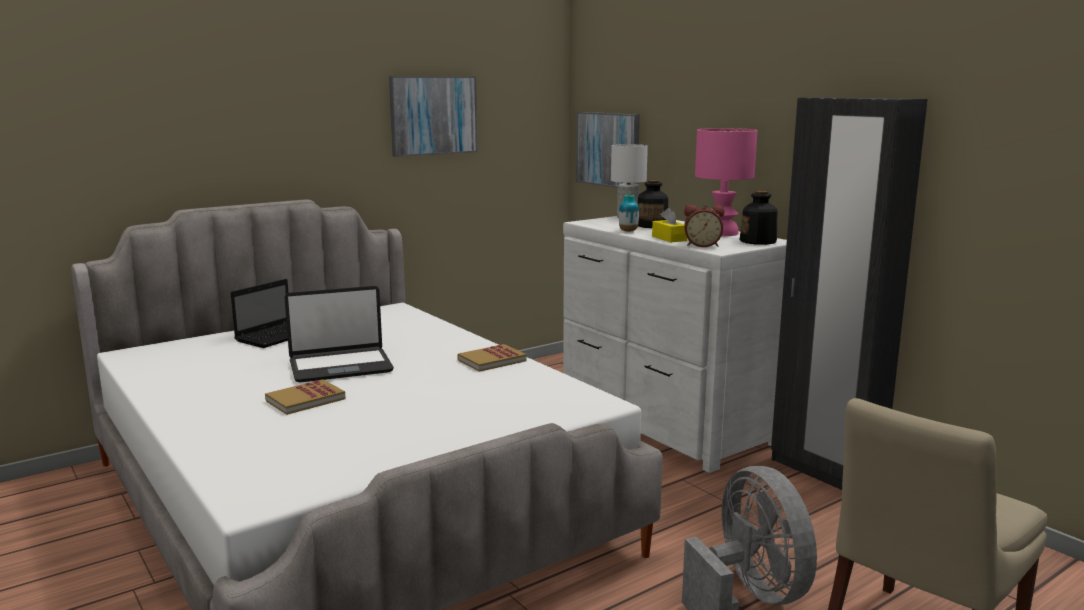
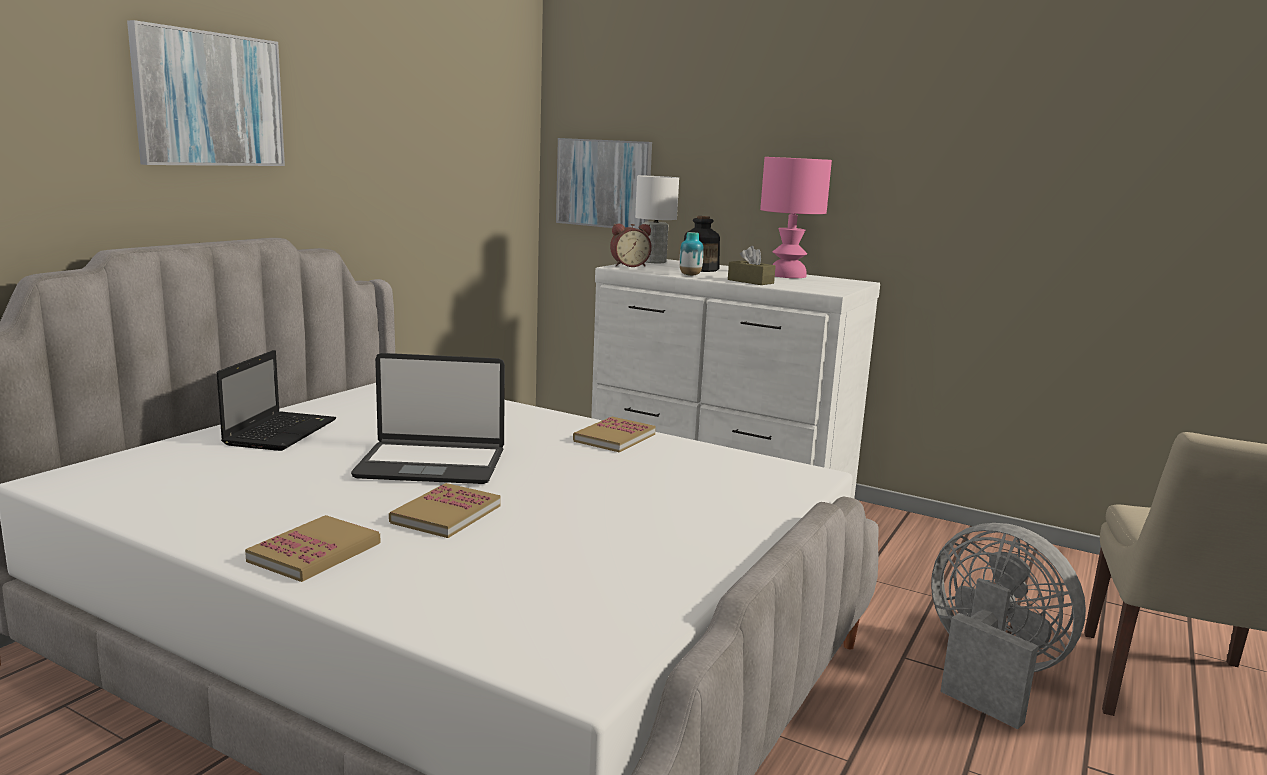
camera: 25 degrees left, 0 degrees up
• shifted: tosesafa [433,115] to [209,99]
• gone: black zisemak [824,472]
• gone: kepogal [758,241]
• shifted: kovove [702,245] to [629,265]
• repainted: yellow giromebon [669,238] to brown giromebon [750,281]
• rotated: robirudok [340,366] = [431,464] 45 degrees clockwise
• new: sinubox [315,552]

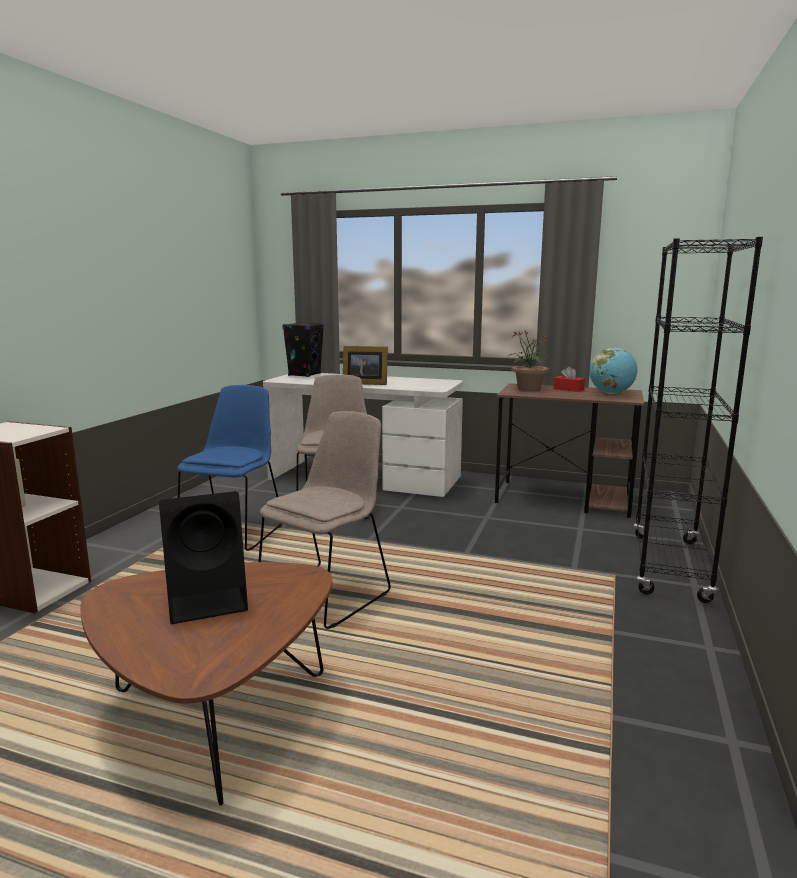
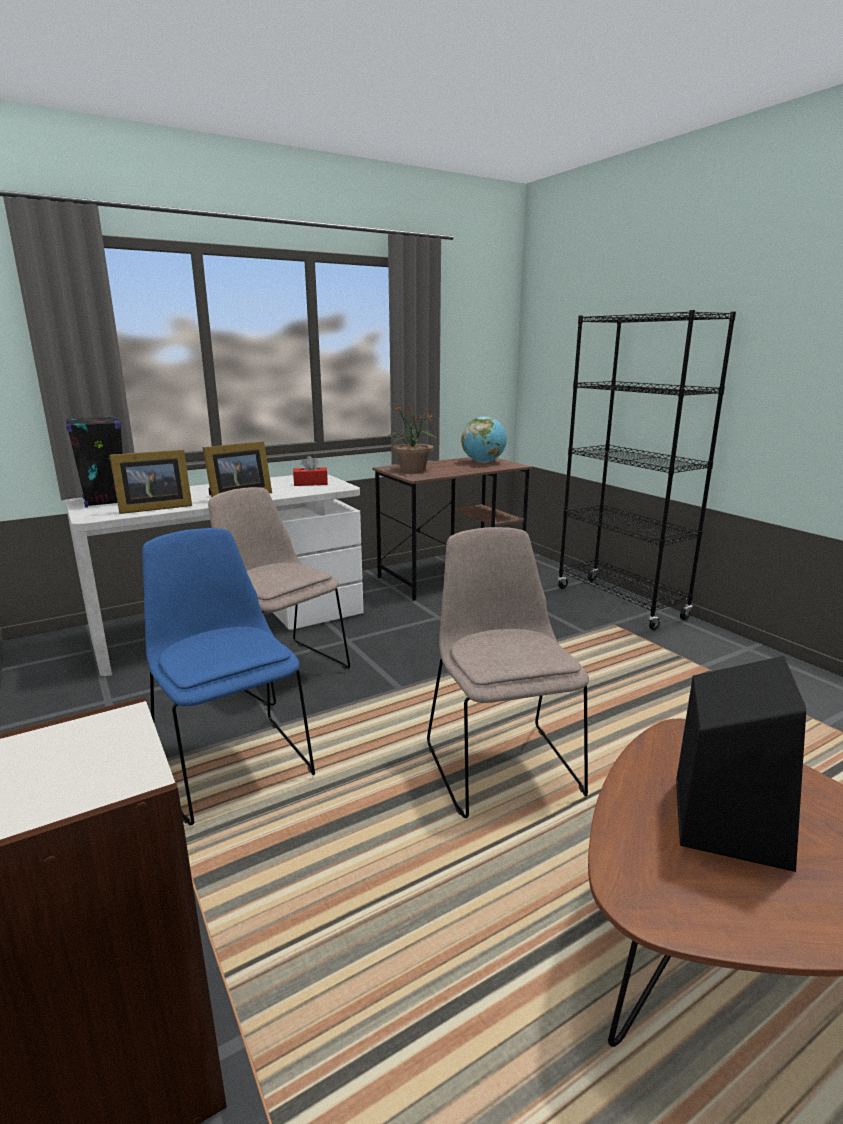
camera: 50 degrees left, 5 degrees up
• shifted: red giromebon [568,389] to [310,483]
• new: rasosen [153,508]

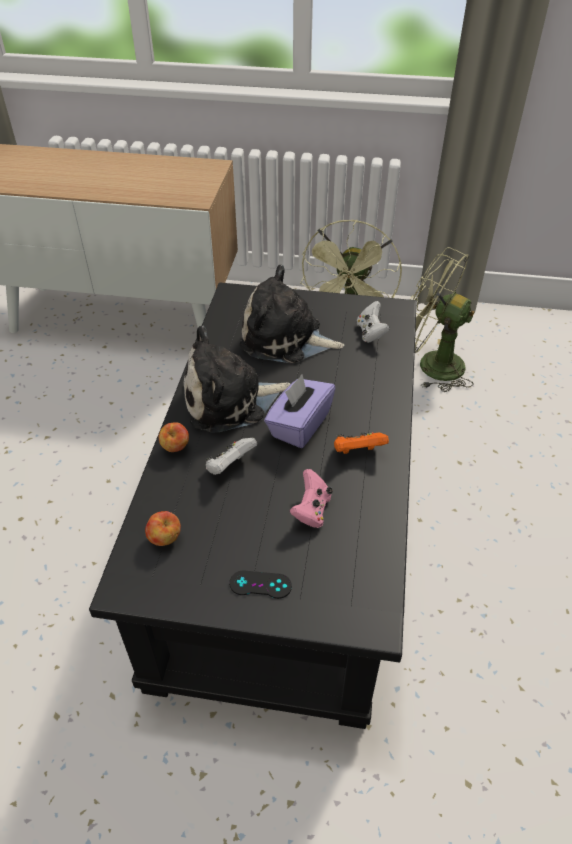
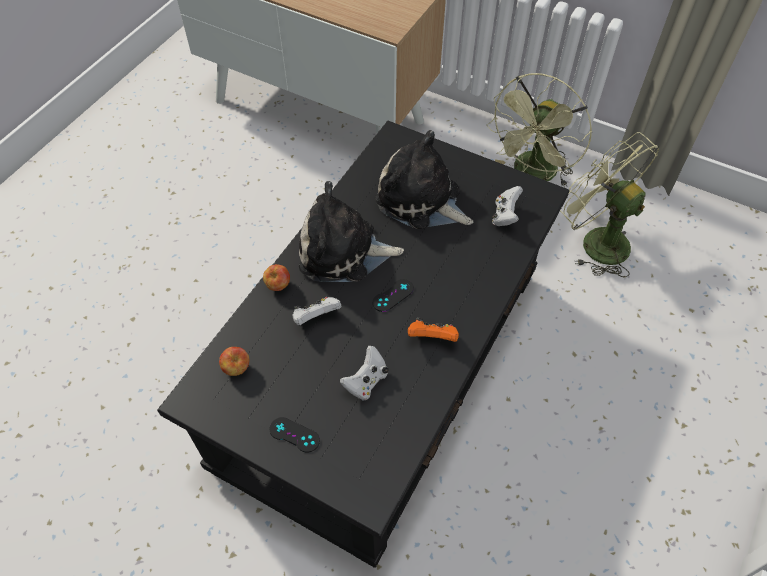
camera: 20 degrees right, 10 degrees up
• swapped: purple giromebon [299,425] to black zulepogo [393,295]
• repainted: pink zulepogo [311,510] to white zulepogo [366,381]

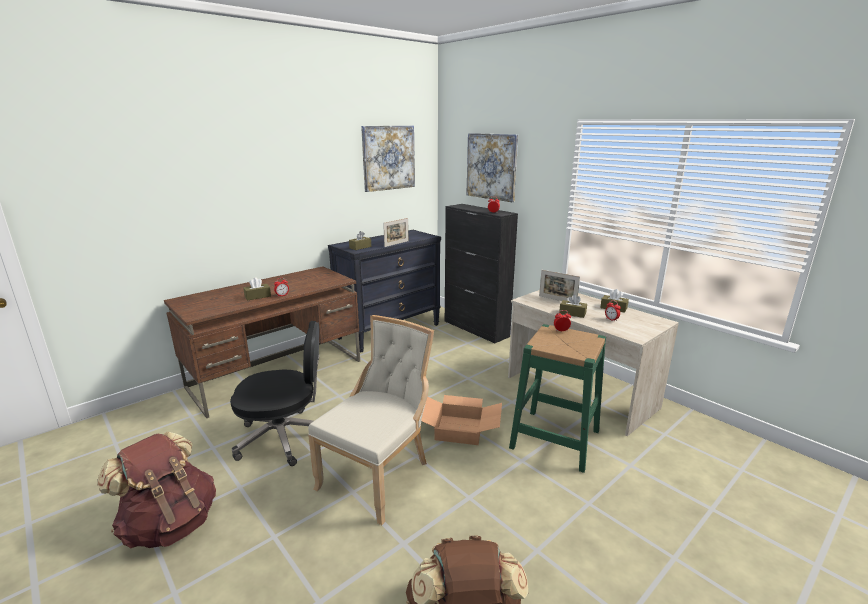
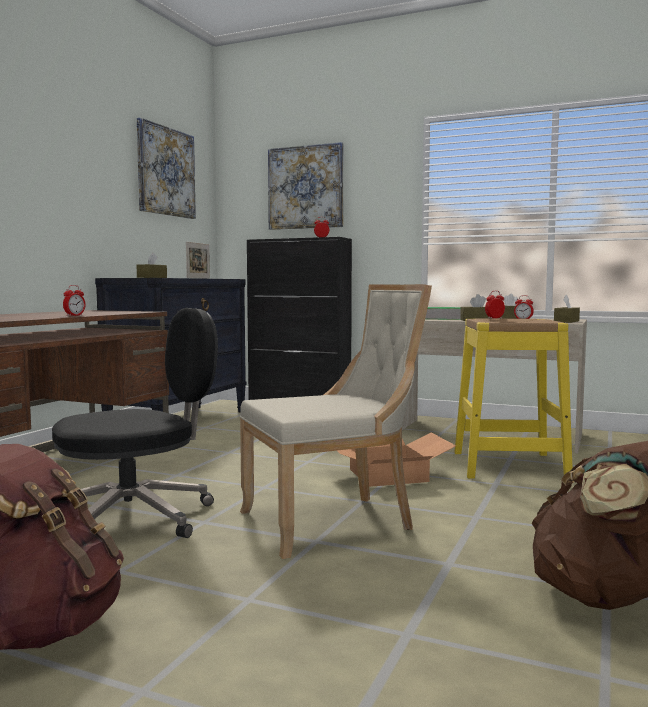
camera: 25 degrees left, 15 degrees down
• swapped: rasosen [557,300] to sinubox [442,318]
• shifted: brown giromebon [258,296] to [566,321]
• rotated: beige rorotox [379,475] = [333,522] 60 degrees clockwise
• repainted: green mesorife [555,439] to yellow mesorife [509,465]

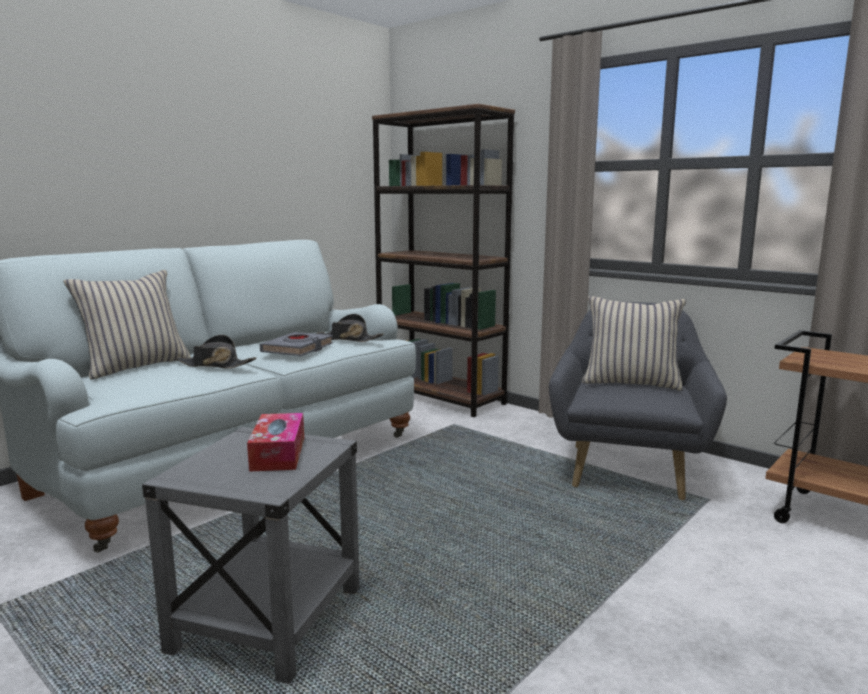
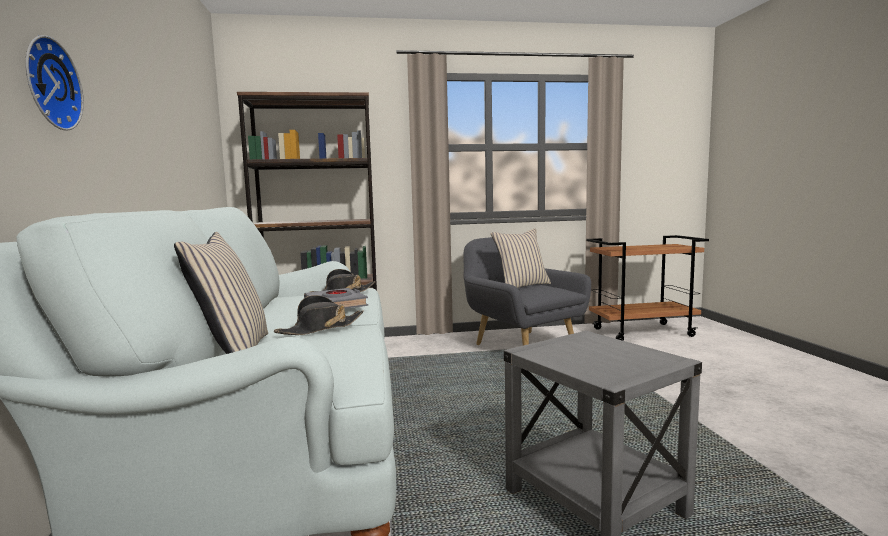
camera: 50 degrees left, 5 degrees down
• gone: giromebon [278,453]
• new: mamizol [48,84]

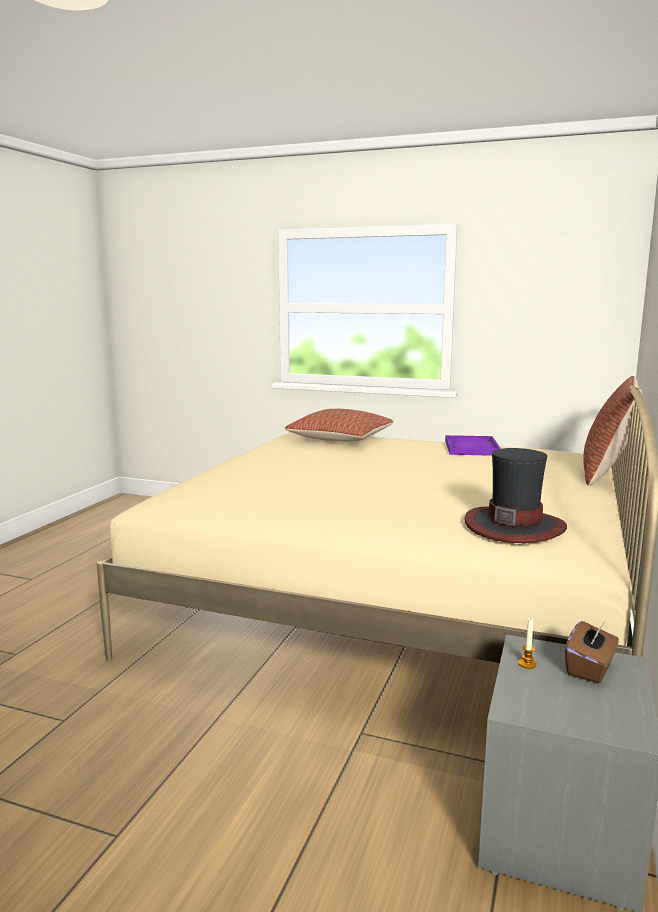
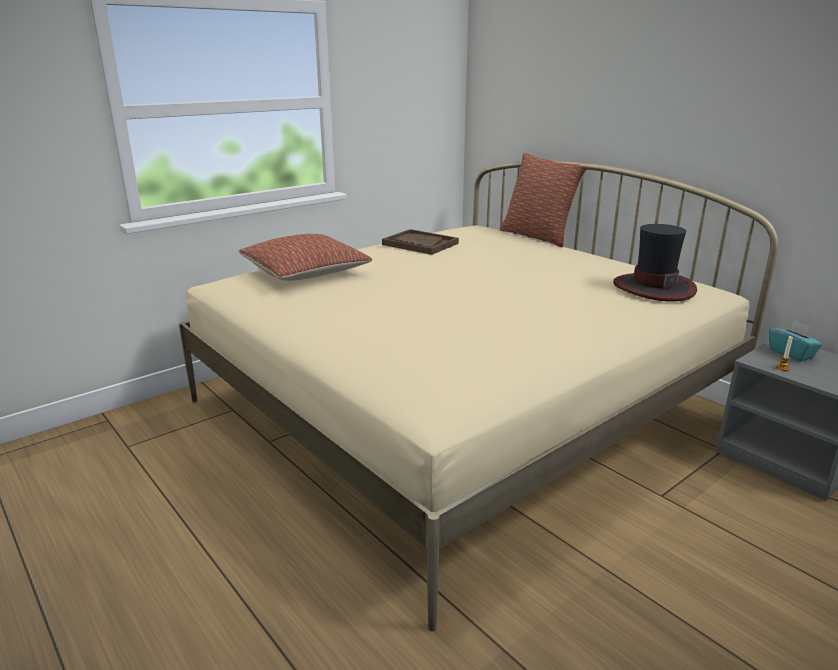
camera: 60 degrees left, 10 degrees up
• repainted: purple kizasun [471,448] to brown kizasun [420,244]
• repainted: brown giromebon [590,668] to turquoise giromebon [791,354]

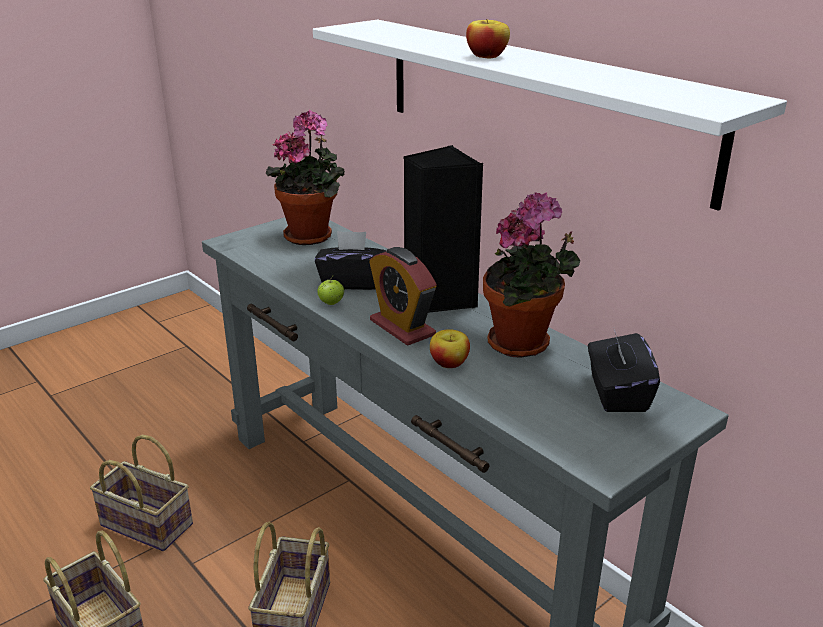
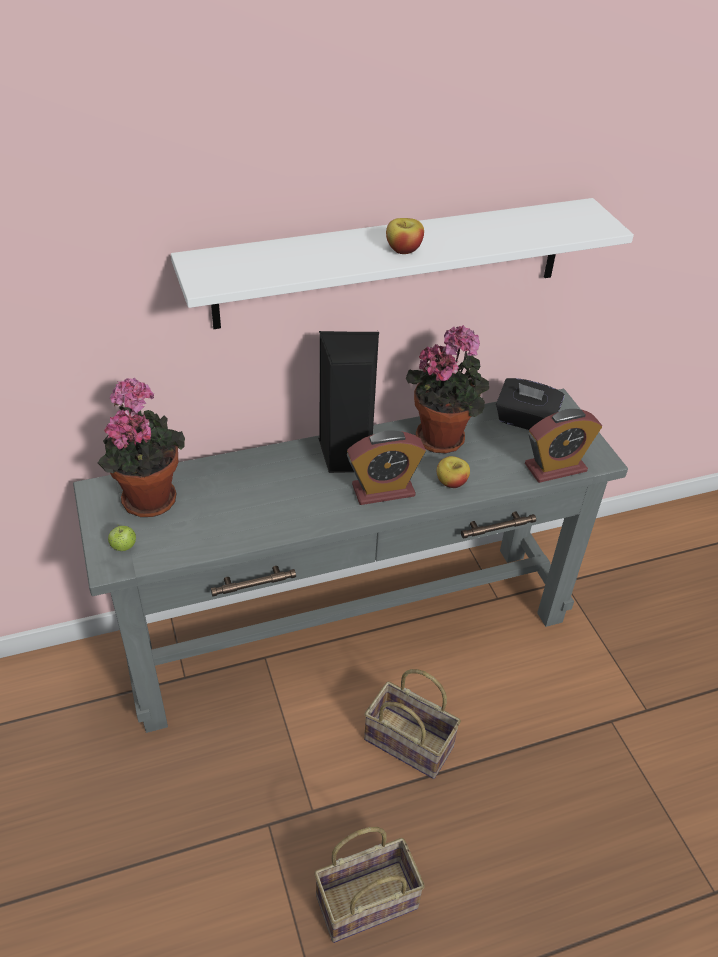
camera: 70 degrees left, 15 degrees up
• gone: black giromebon [352,282]
• shifted: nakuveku [331,303] to [124,547]
• gone: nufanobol [143,525]
• new: kovove [555,468]

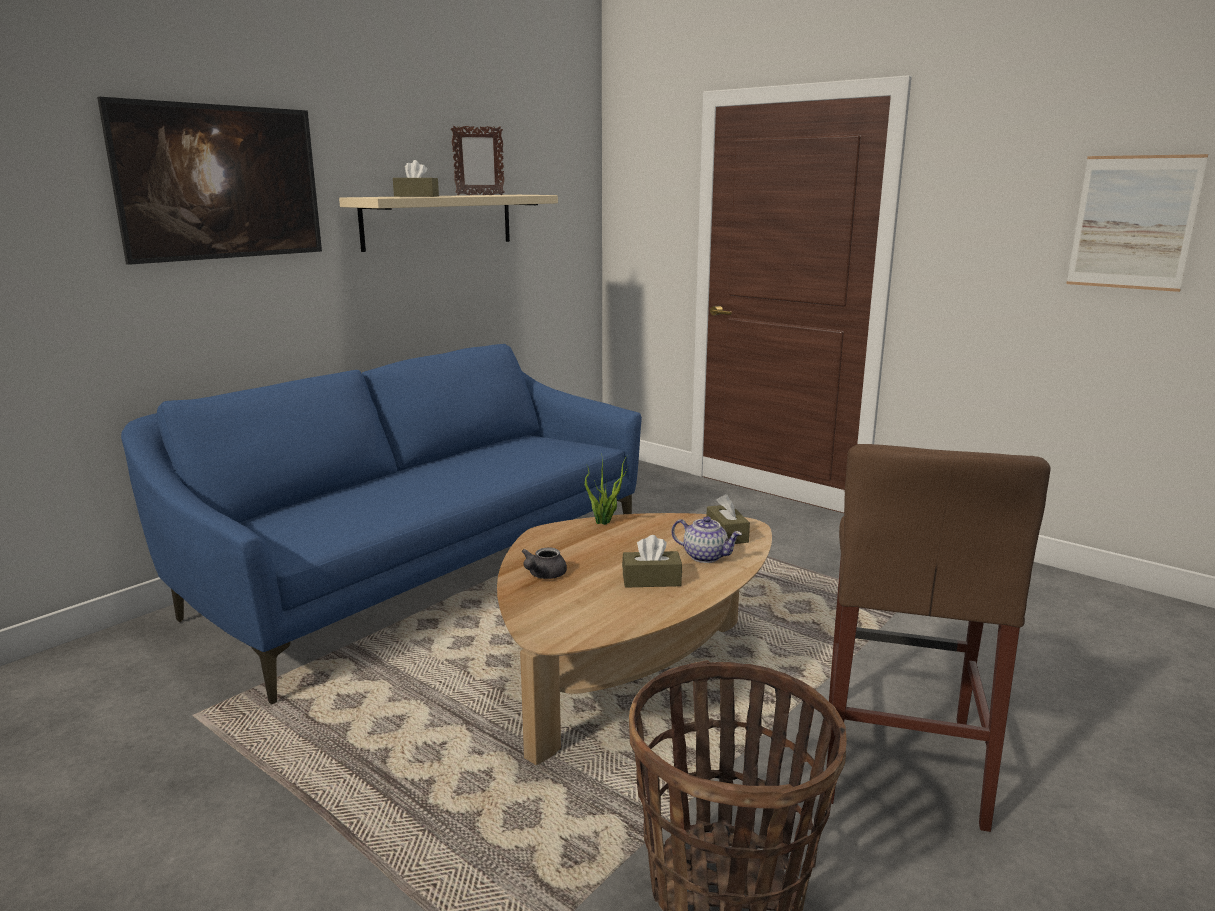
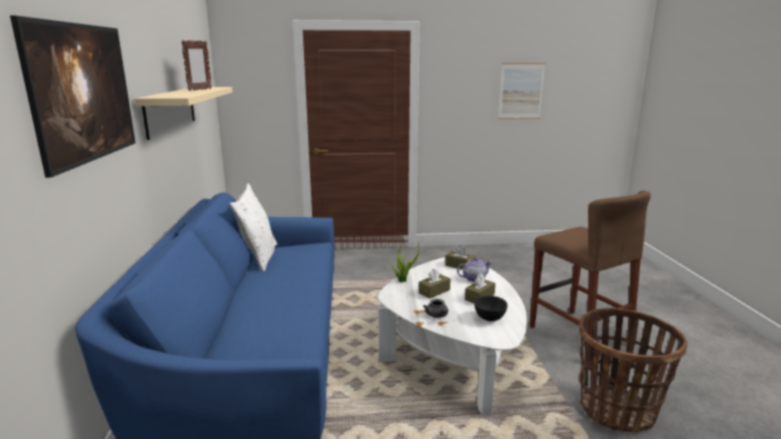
camera: 45 degrees left, 0 degrees up
• shifted: brown giromebon [416,196] to [434,291]
• repainted: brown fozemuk [629,675] to white fozemuk [452,355]
• new: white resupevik [258,257]
• new: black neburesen [489,319]

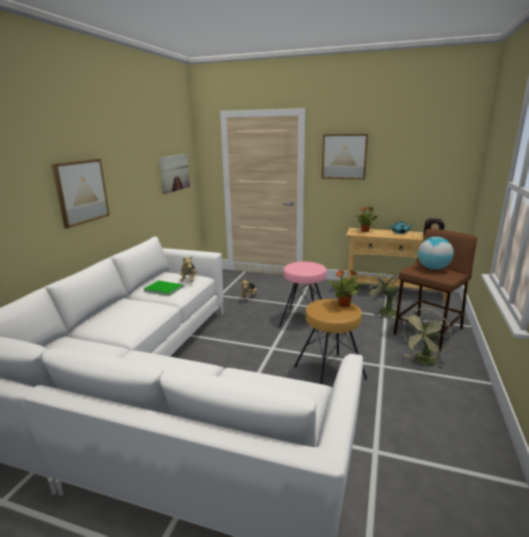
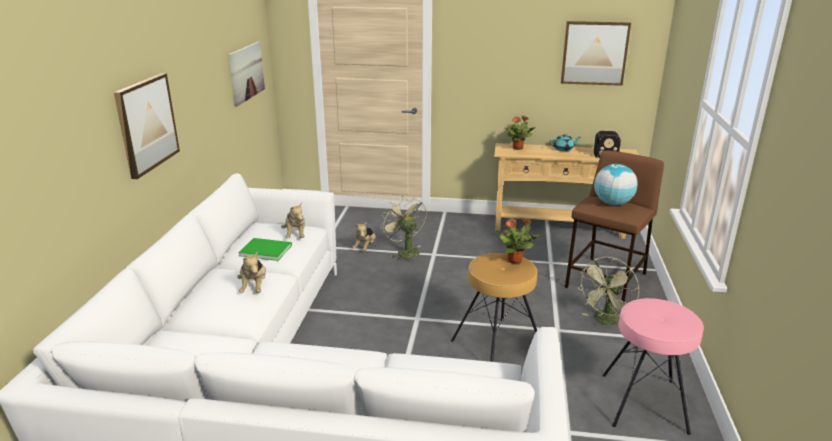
camera: 10 degrees left, 5 degrees up
• shifted: tosesafa [344,156] to [594,53]
• shifted: pink mesorife [303,319] to [644,402]
• shifted: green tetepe [384,311] to [405,251]
• new: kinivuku [254,287]

